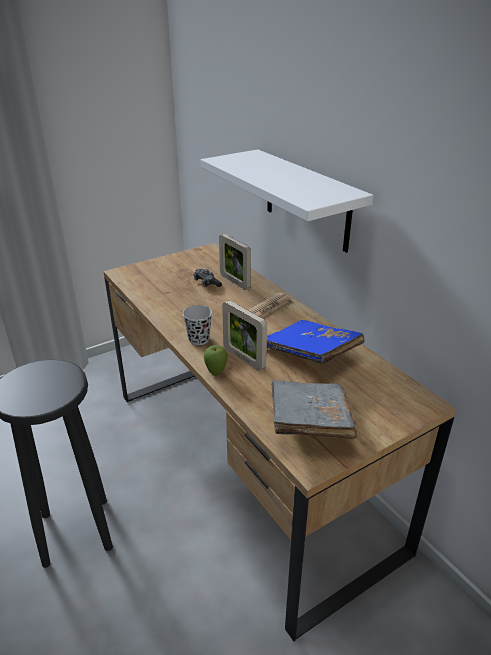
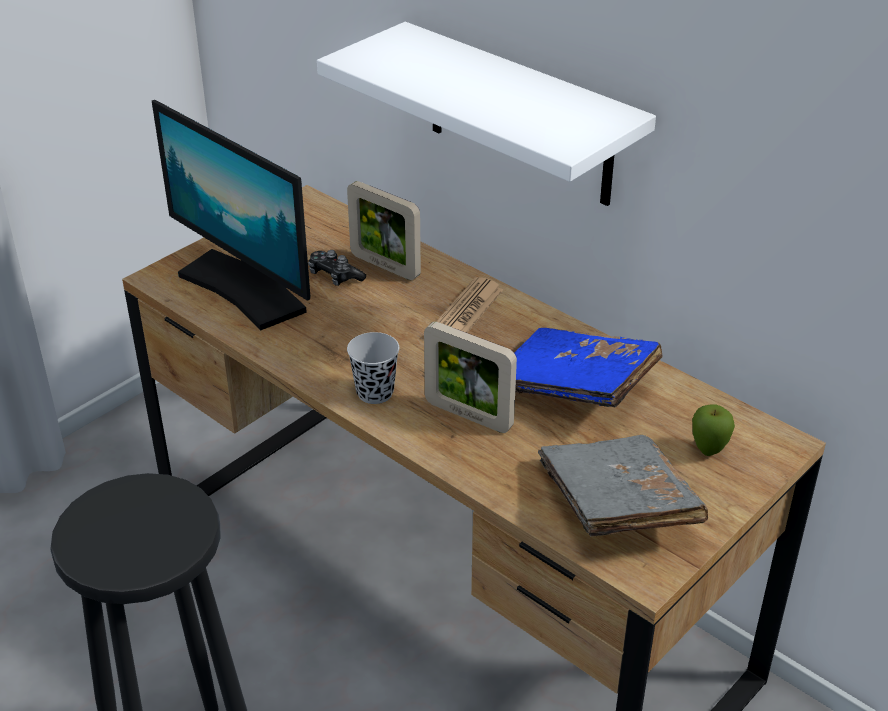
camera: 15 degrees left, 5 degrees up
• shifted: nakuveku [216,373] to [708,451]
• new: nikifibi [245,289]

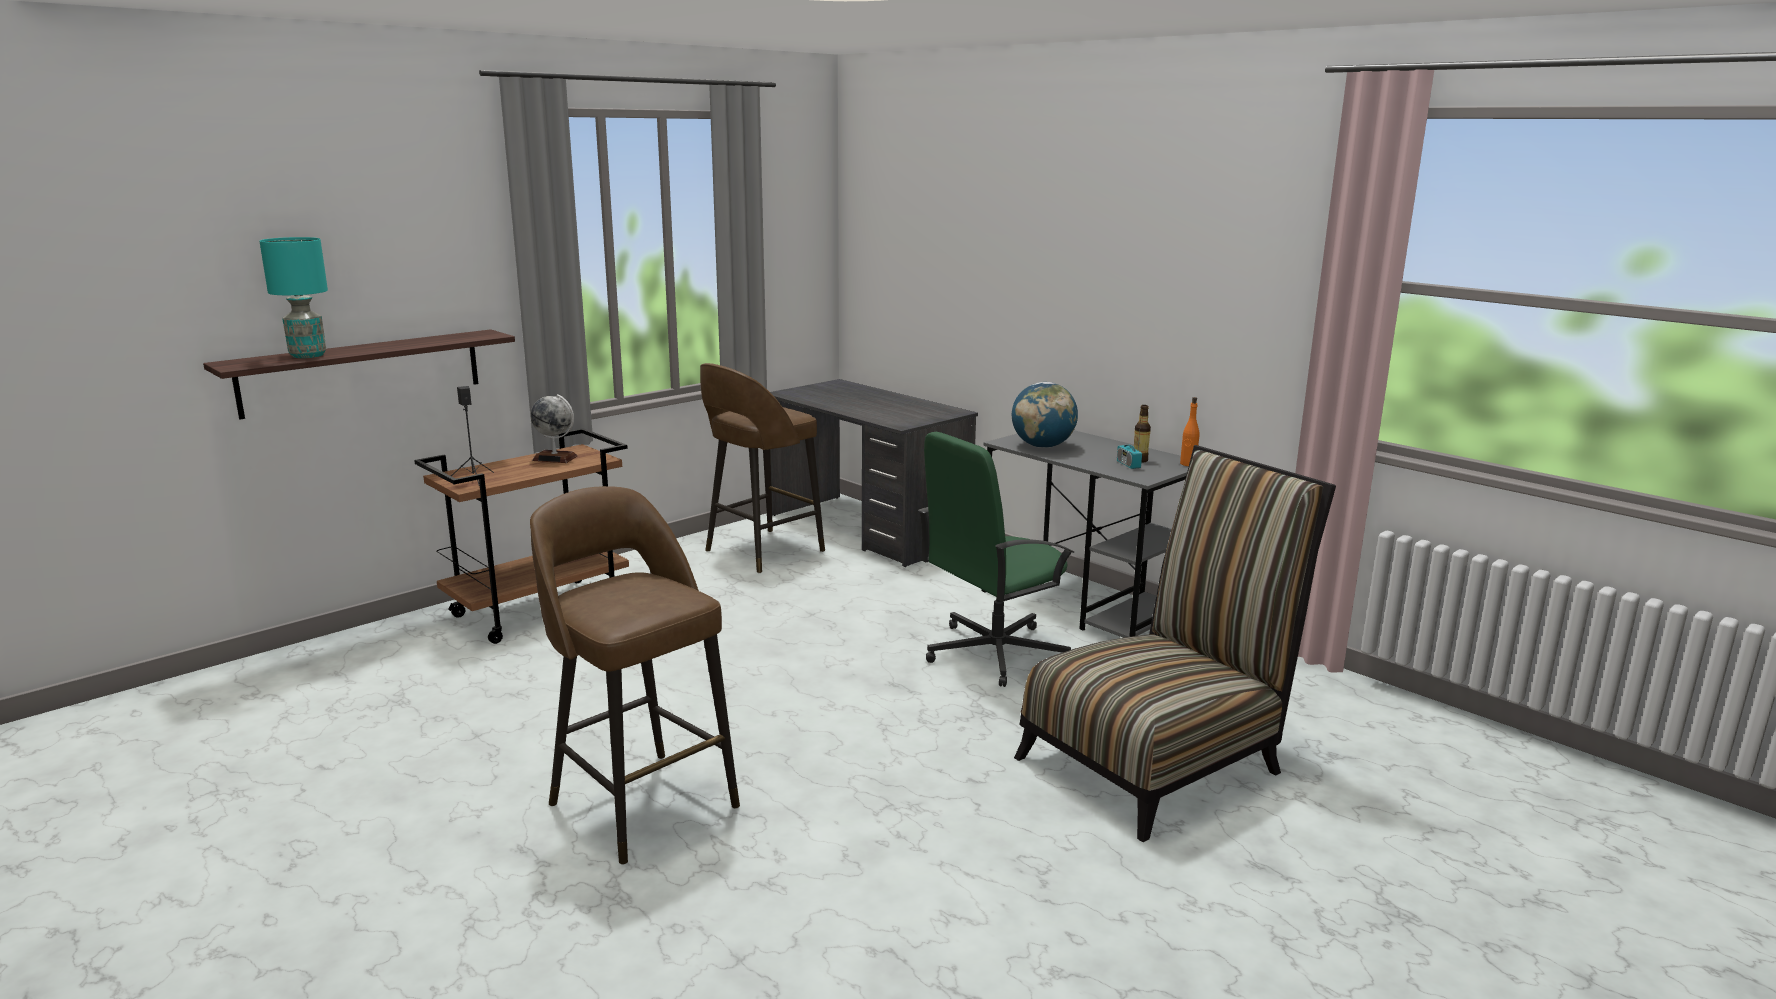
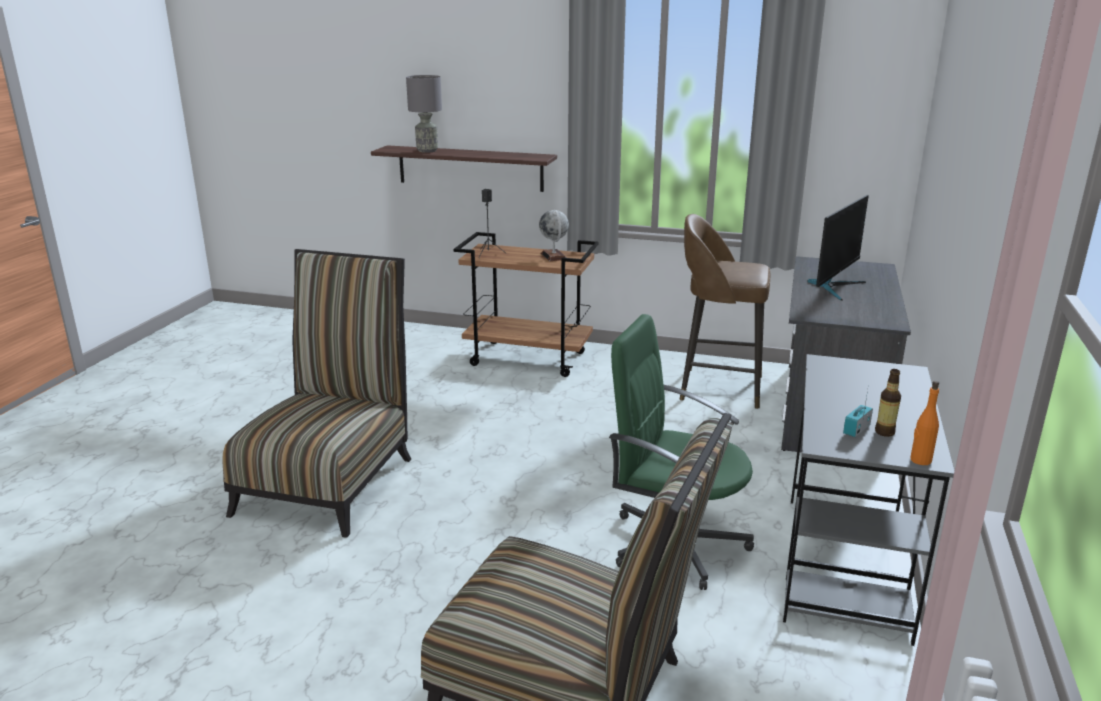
camera: 60 degrees right, 5 degrees up
• repainted: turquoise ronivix [307,355] to grey ronivix [426,151]
• gone: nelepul [1043,446]
• swapped: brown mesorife [641,802] to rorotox [330,479]
• new: nikifibi [833,287]

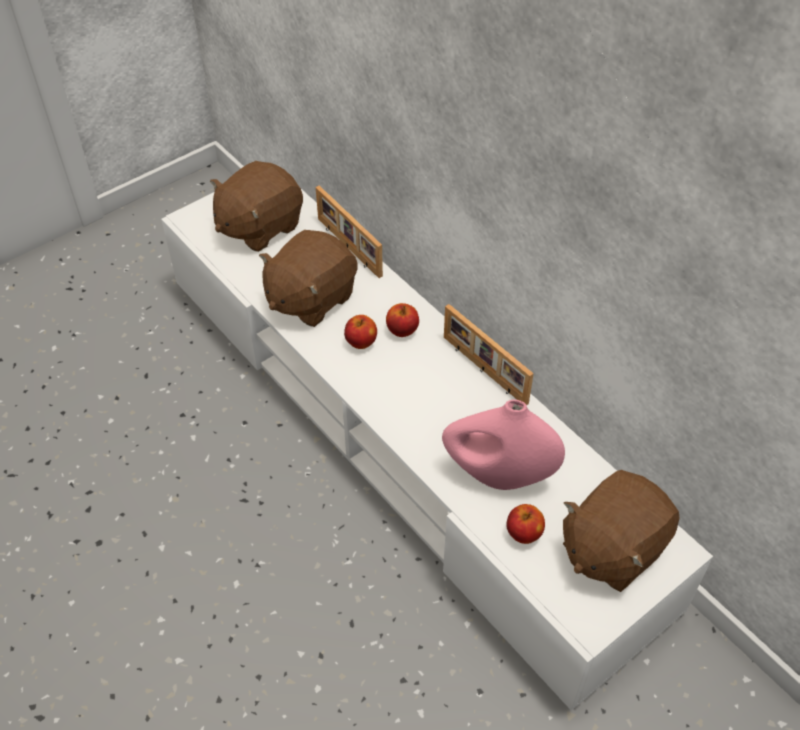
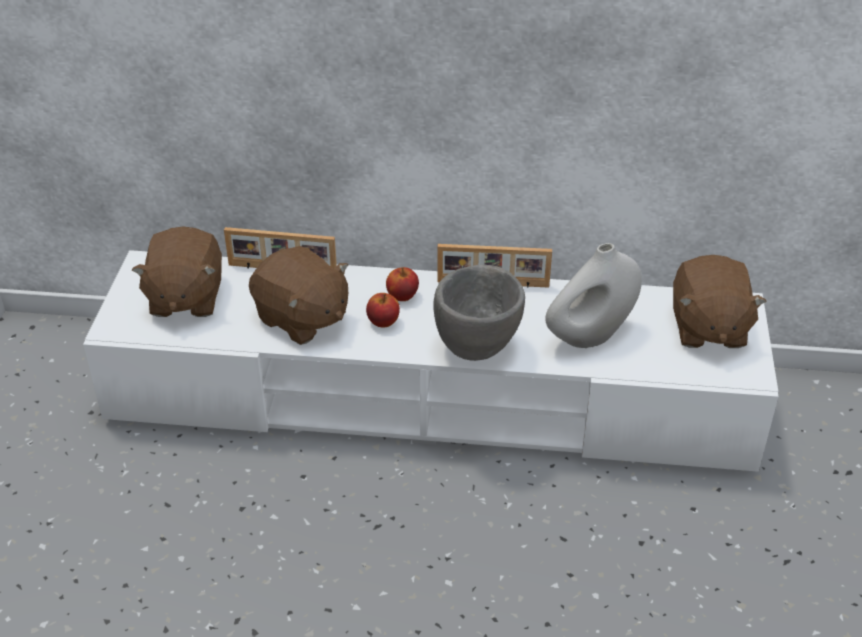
camera: 45 degrees left, 10 degrees down
• rotated: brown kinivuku [310,298] = [302,319] 45 degrees counterclockwise
• repainted: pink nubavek [498,475] to white nubavek [589,337]
• gone: nakuveku [523,533]
• new: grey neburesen [477,348]

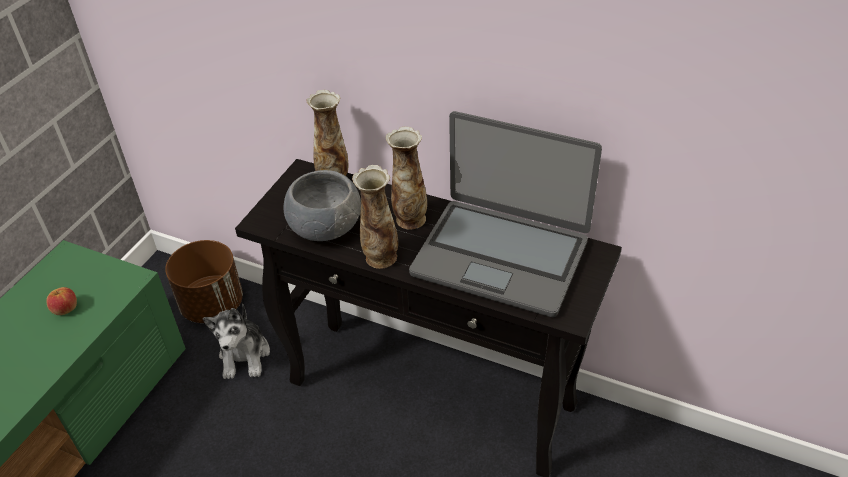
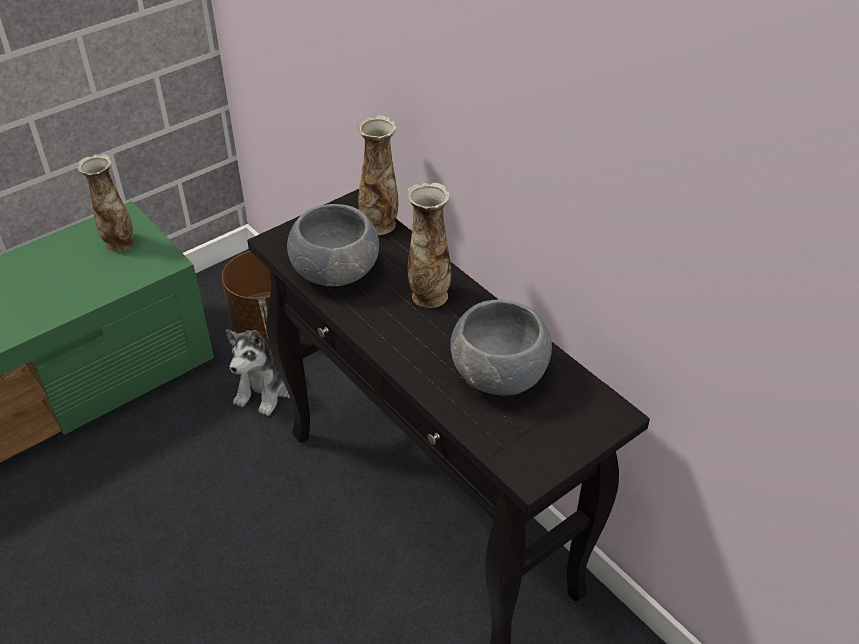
camera: 25 degrees right, 0 degrees up
• swapped: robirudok [501,256] to grey neburesen [498,374]
• shifted: nubavek [380,258] to [118,243]
• gone: nakuveku [65,309]

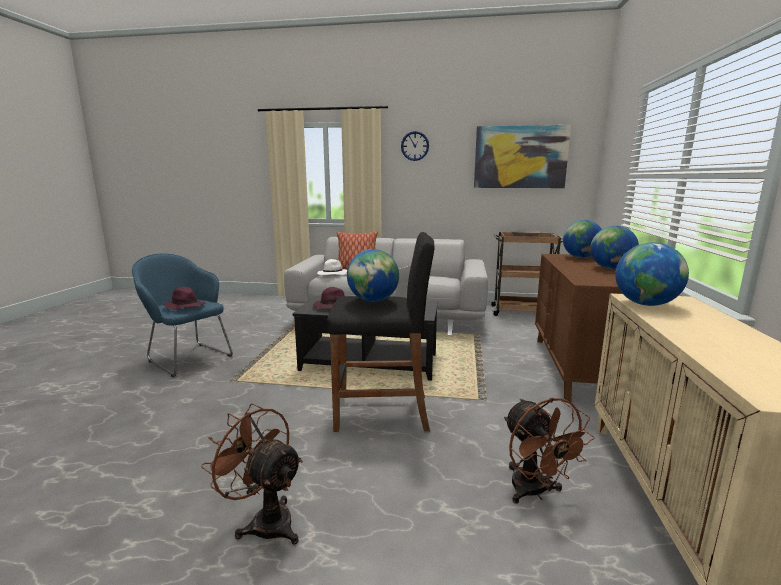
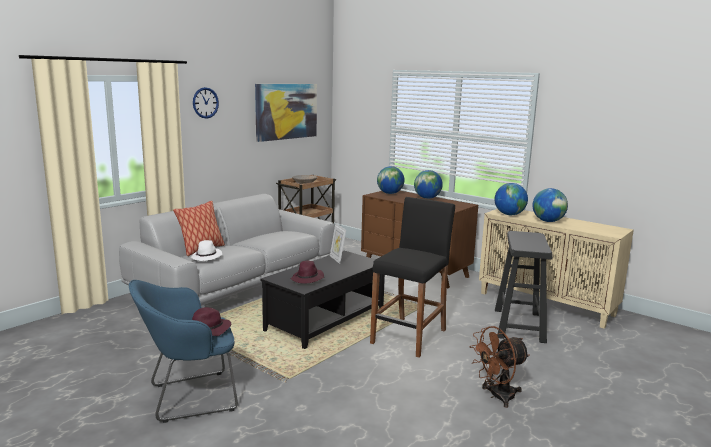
camera: 60 degrees left, 0 degrees up
• shifted: nelepul [373,301] to [548,221]
• swapped: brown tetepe [534,492] to black mesorife [519,325]

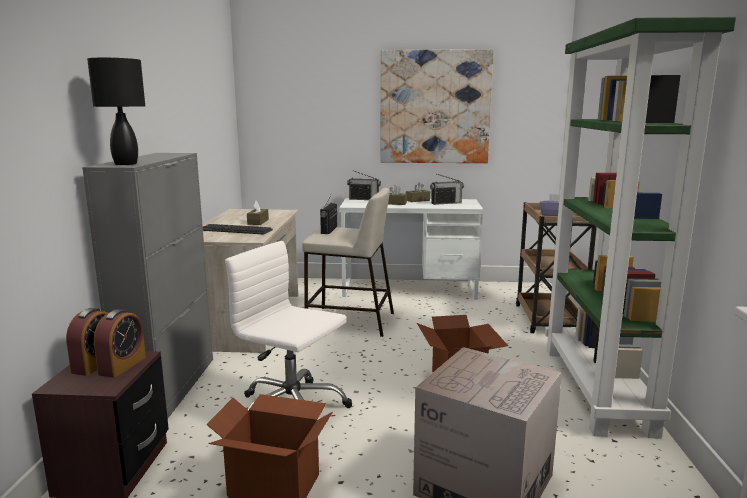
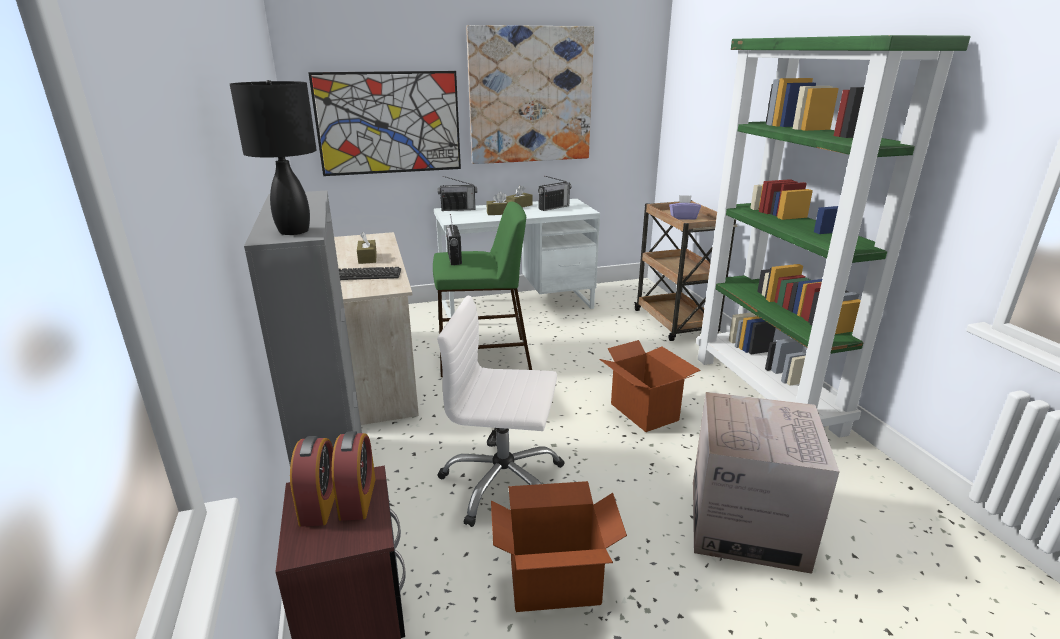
camera: 20 degrees left, 10 degrees up
• repainted: beige mesorife [349,321] to green mesorife [482,357]
• new: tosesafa [389,123]

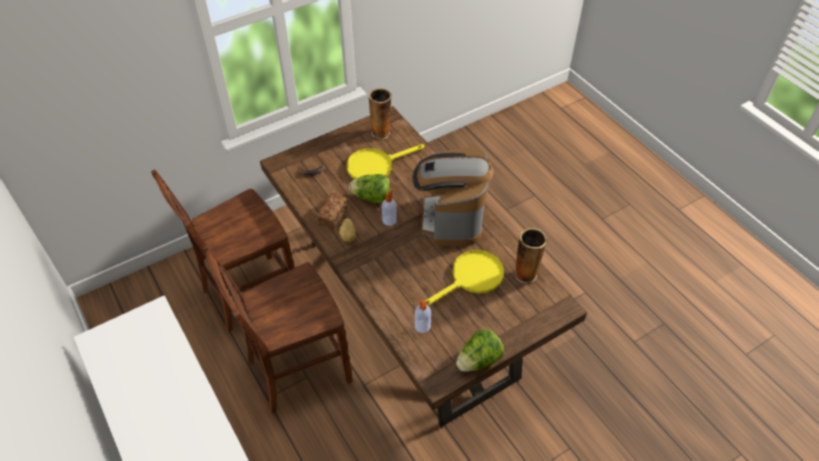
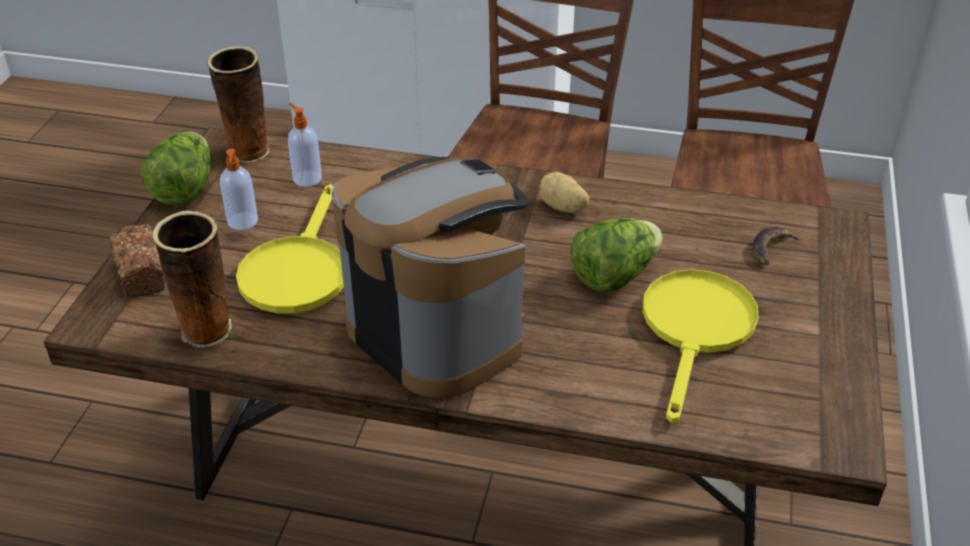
camera: 135 degrees right, 10 degrees down
• shifted: nubavek [381,132] to [247,152]
• shifted: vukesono [389,220] to [242,222]
• shifted: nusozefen [333,216] to [140,273]

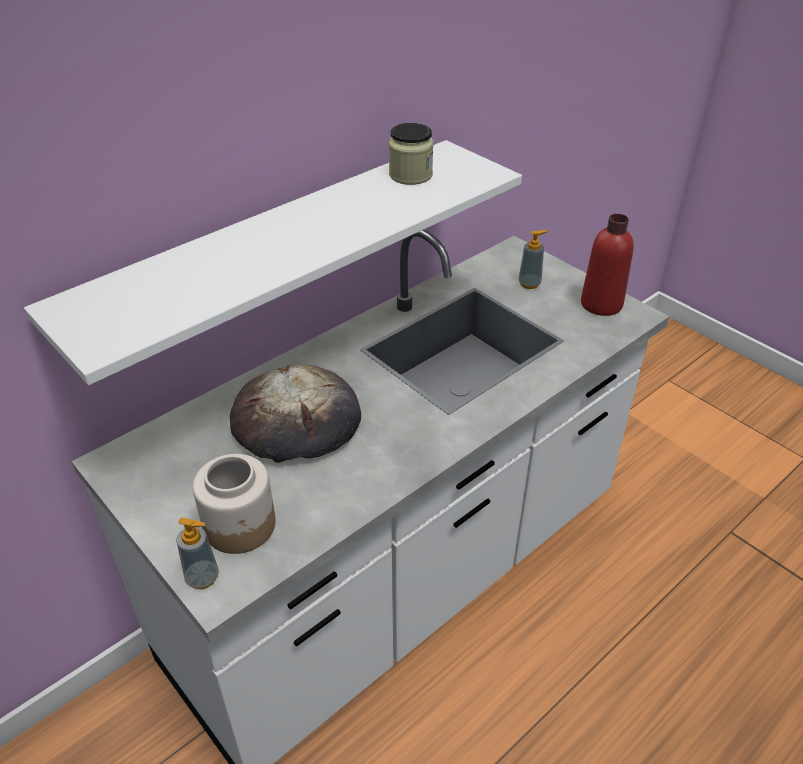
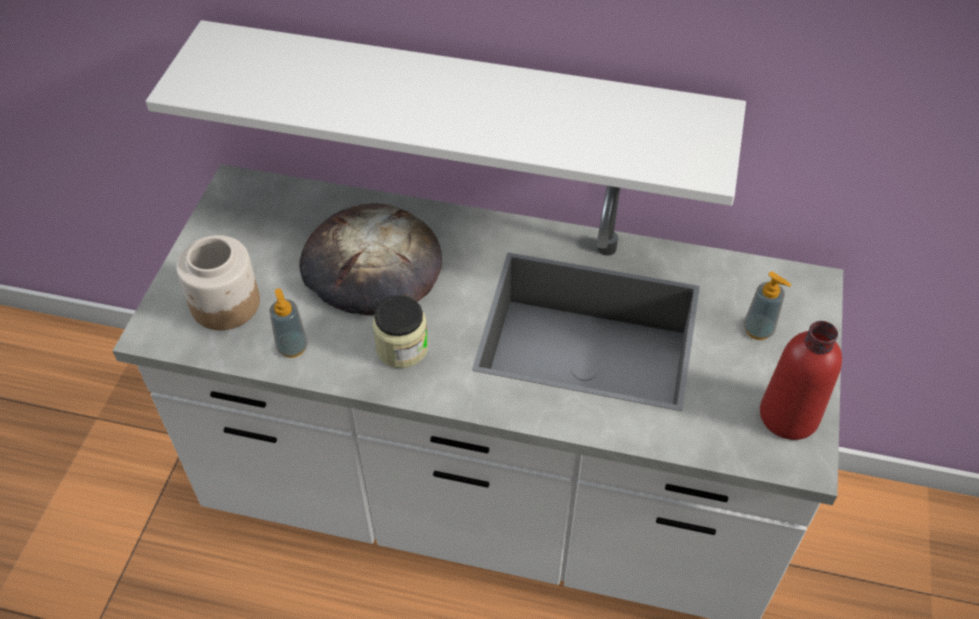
camera: 55 degrees right, 10 degrees up
• shifted: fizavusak [410,175] to [402,348]
• shifted: vukesono [202,577] to [292,347]

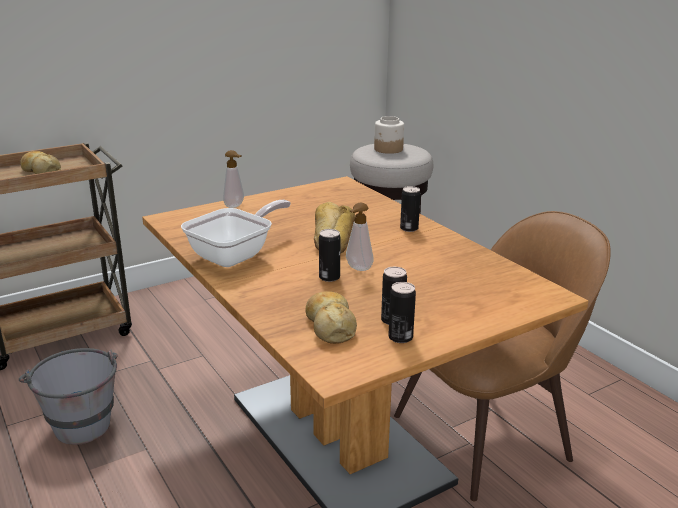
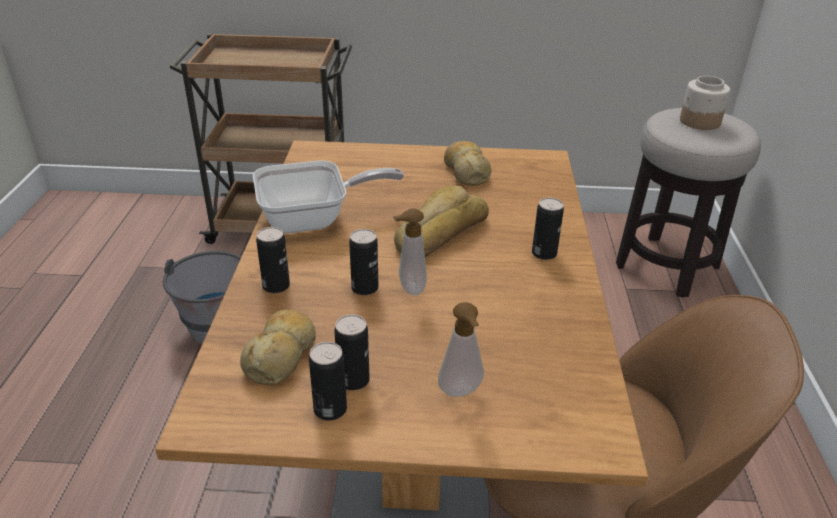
camera: 35 degrees right, 10 degrees up
• shifted: vukesono [235,206] to [461,392]
• shifted: nusozefen [41,171] to [466,171]
• new: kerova [276,286]

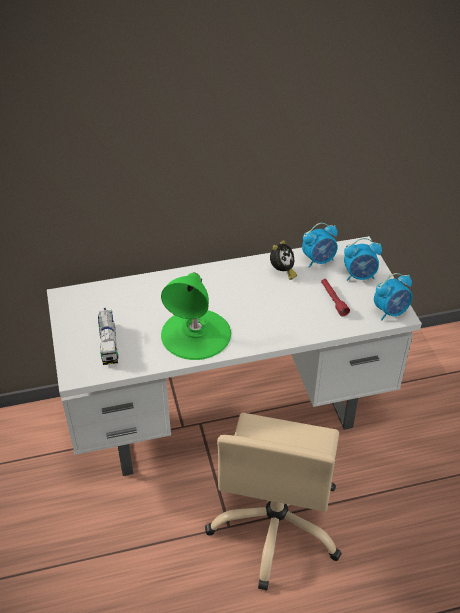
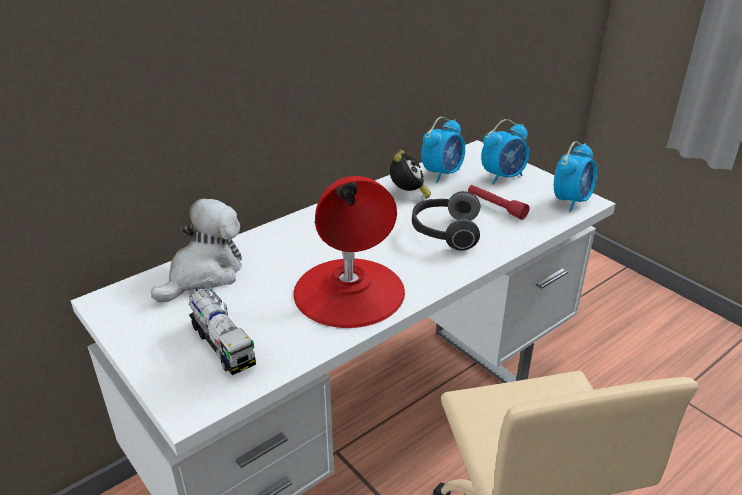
camera: 25 degrees left, 10 degrees down
• repainted: green ronivix [196,334] to red ronivix [349,291]
• new: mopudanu [444,233]
• new: kinivuku [204,274]

